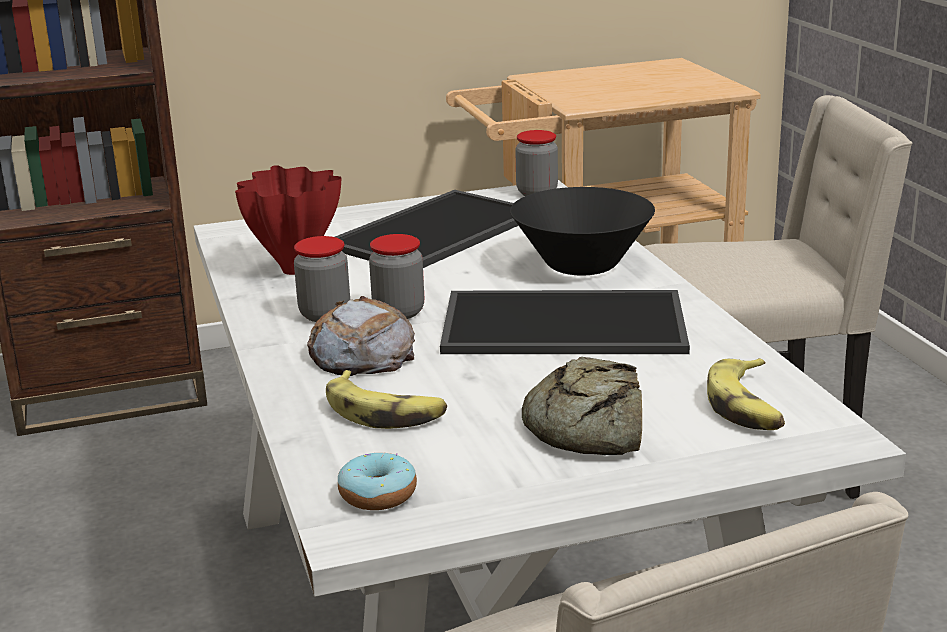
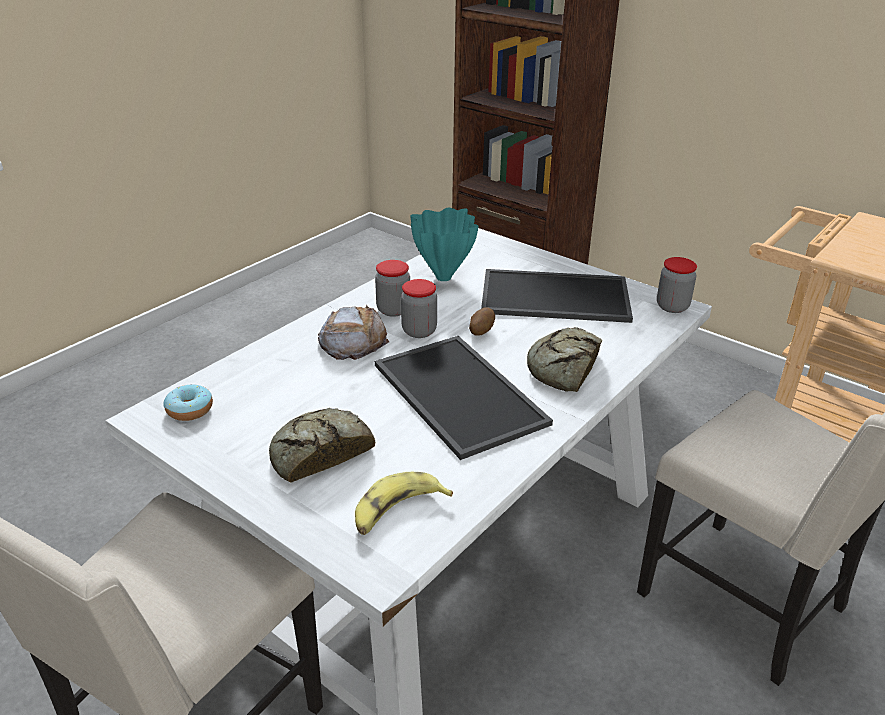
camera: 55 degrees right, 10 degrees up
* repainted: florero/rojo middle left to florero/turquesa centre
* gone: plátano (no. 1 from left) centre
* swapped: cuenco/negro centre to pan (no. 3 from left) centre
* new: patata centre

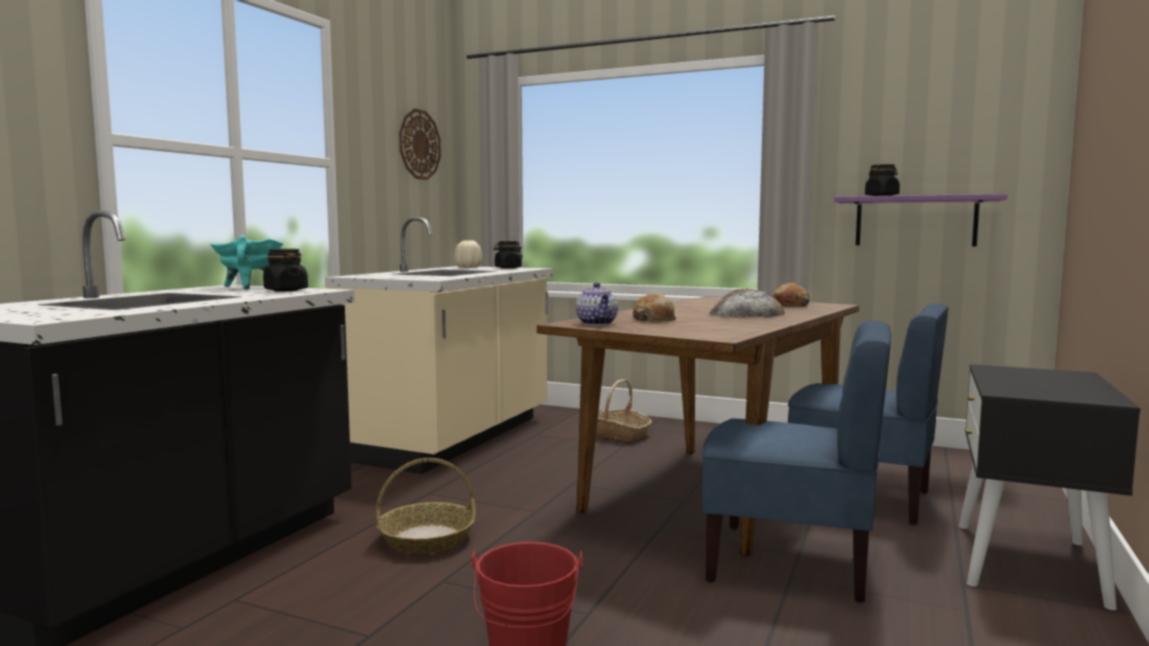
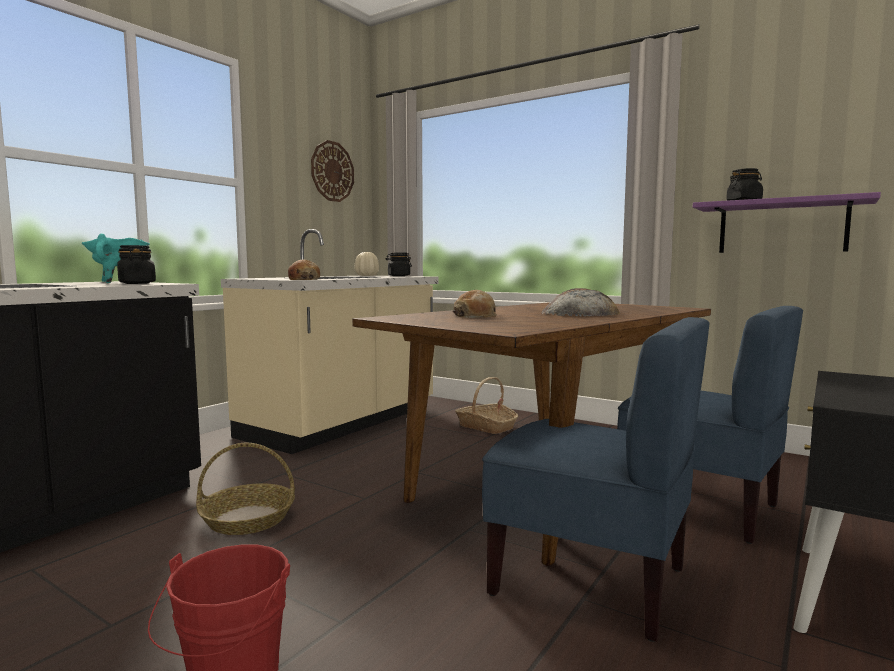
camera: 10 degrees right, 0 degrees up
* gone: tetera centre
* shifted: pan (no. 3 from left in the first image) middle right to pan (no. 1 from left) centre

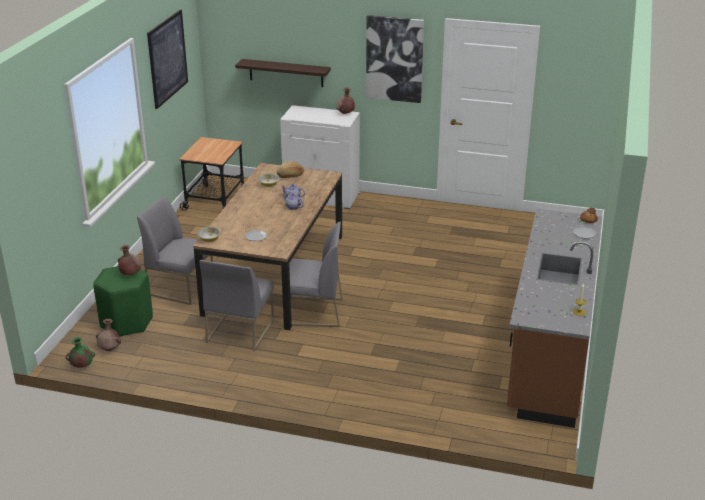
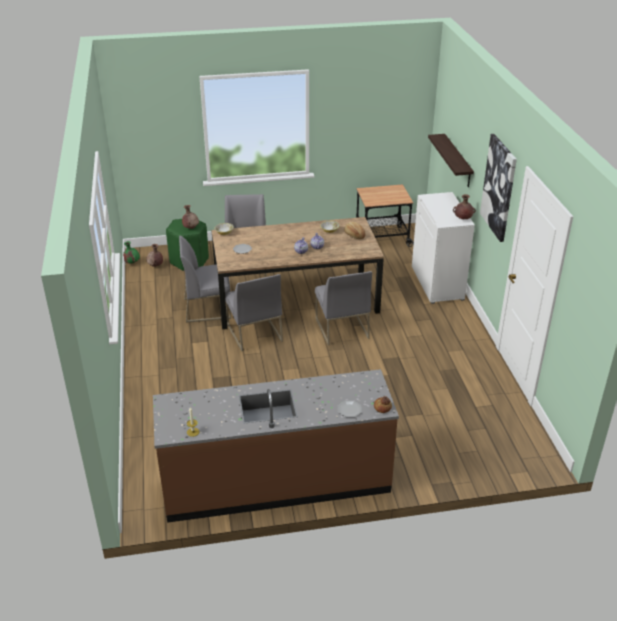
camera: 65 degrees right, 5 degrees up
* gone: cuadro (no. 1 from left) top left
* new: silla/gris (no. 4 from left) centre

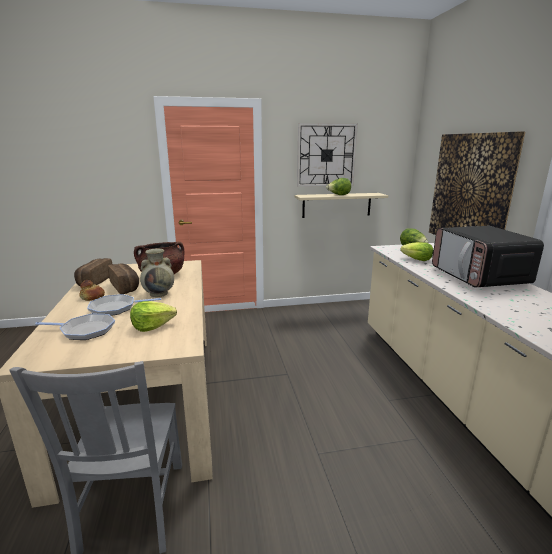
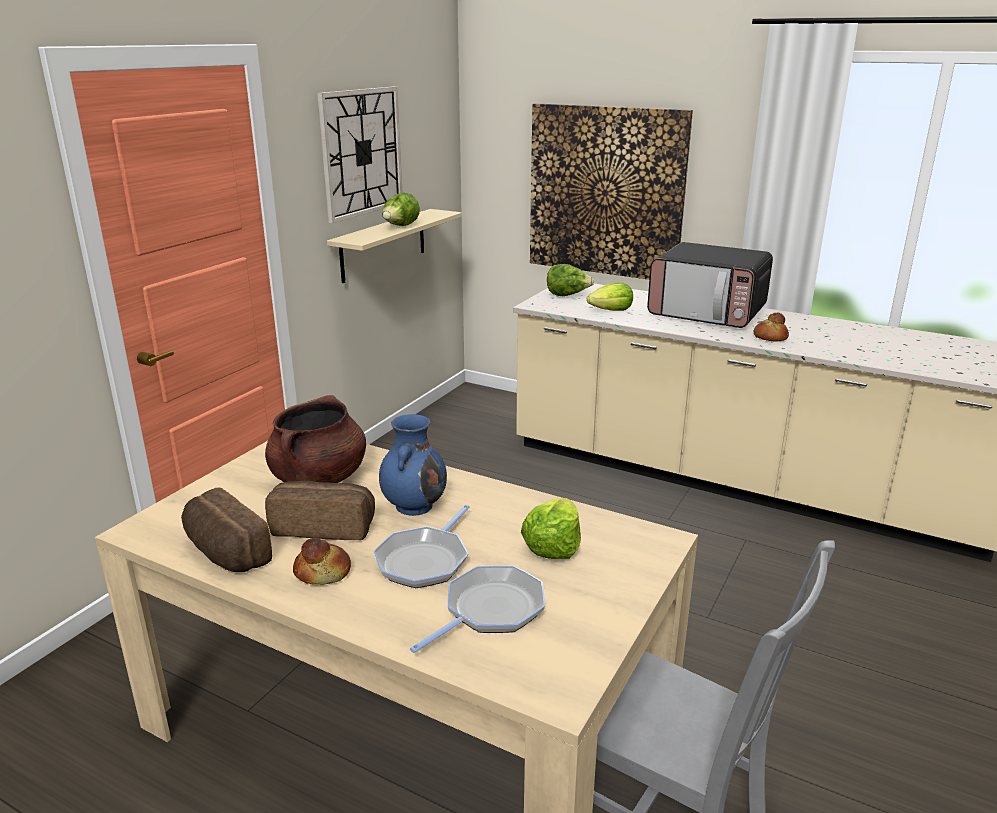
camera: 50 degrees left, 5 degrees up
* repainted: florero/beis middle left to florero/azul centre
* new: pan (no. 4 from left) middle right

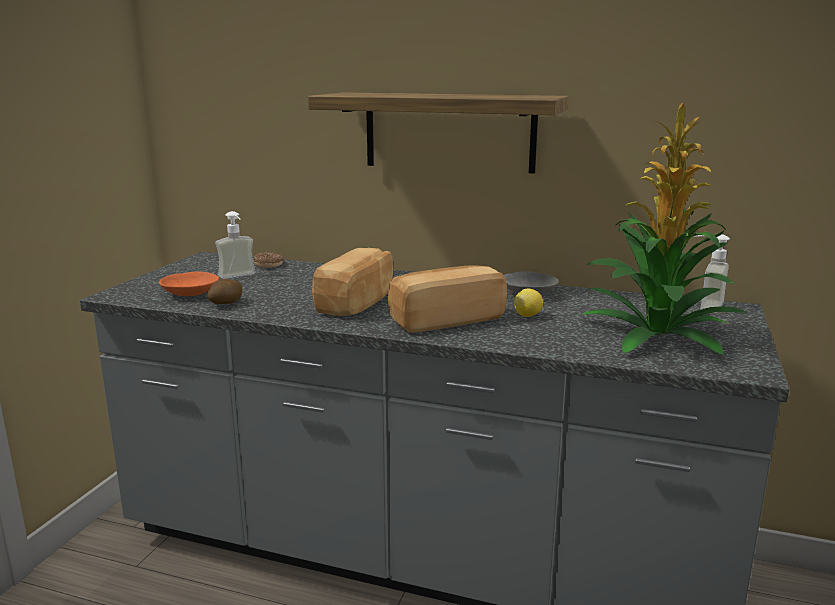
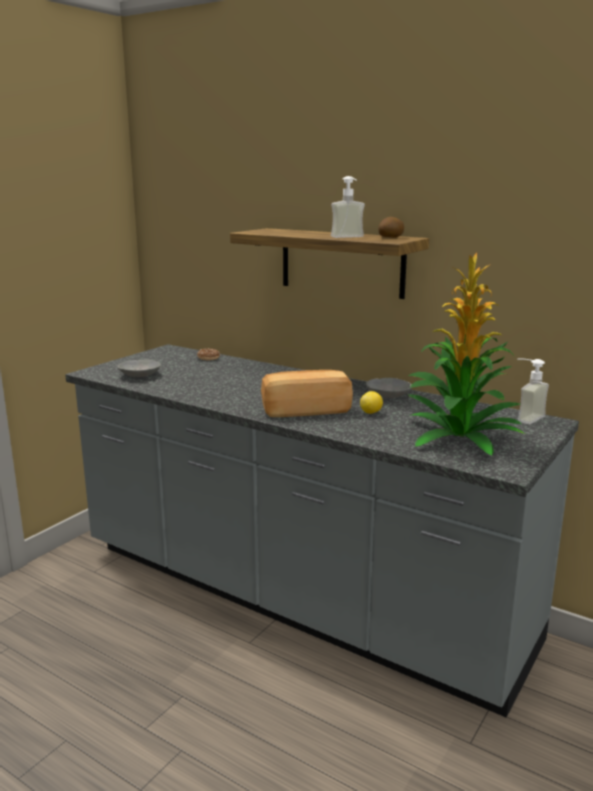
camera: 15 degrees right, 0 degrees up
* repainted: cuenco/naranja middle left to cuenco/gris (no. 1 from left) middle left
* shifted: patata middle left to top centre
* shifted: dispensador de jabón (no. 1 from left) middle left to top centre
* gone: pan (no. 1 from left) centre

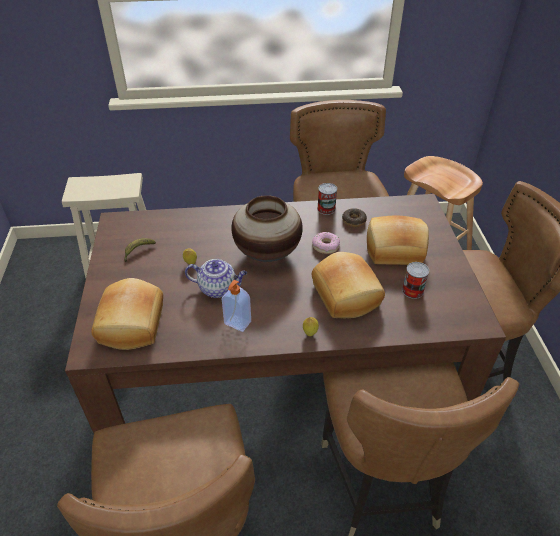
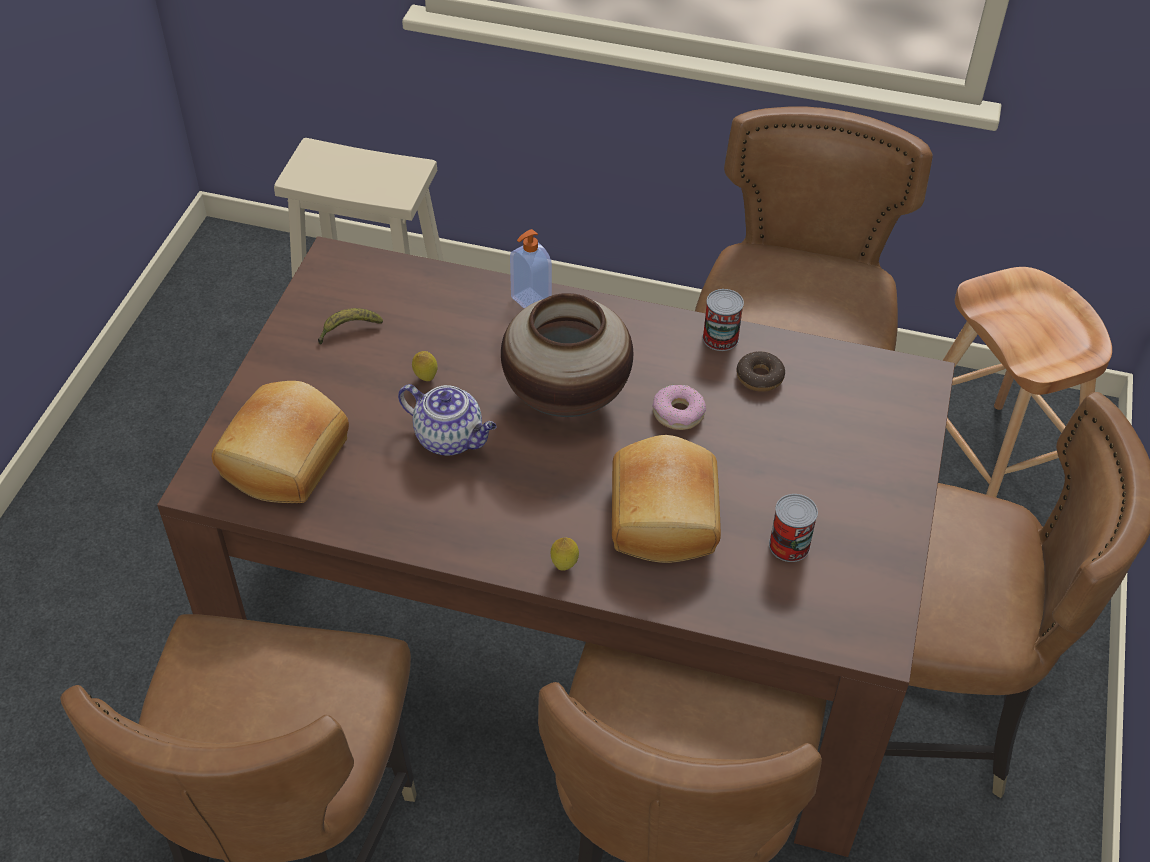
camera: 20 degrees right, 5 degrees up
* shifted: dispensador de jabón centre to top centre
* gone: pan (no. 3 from left) middle right

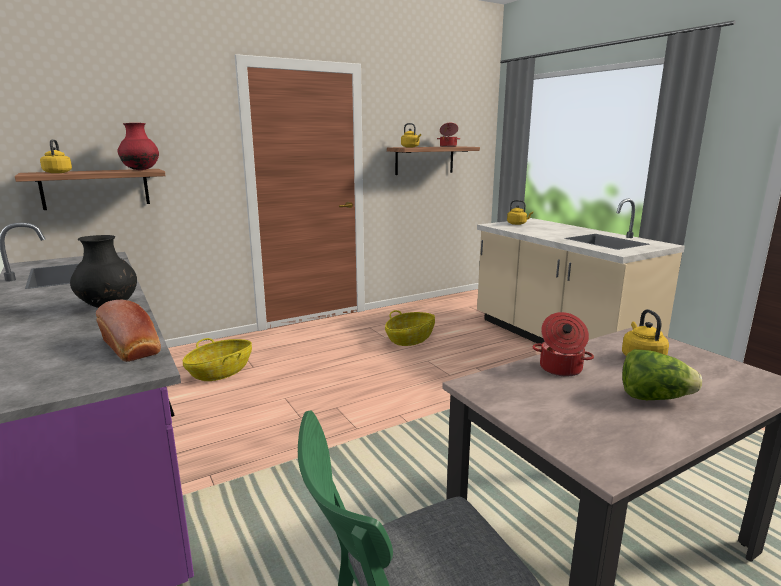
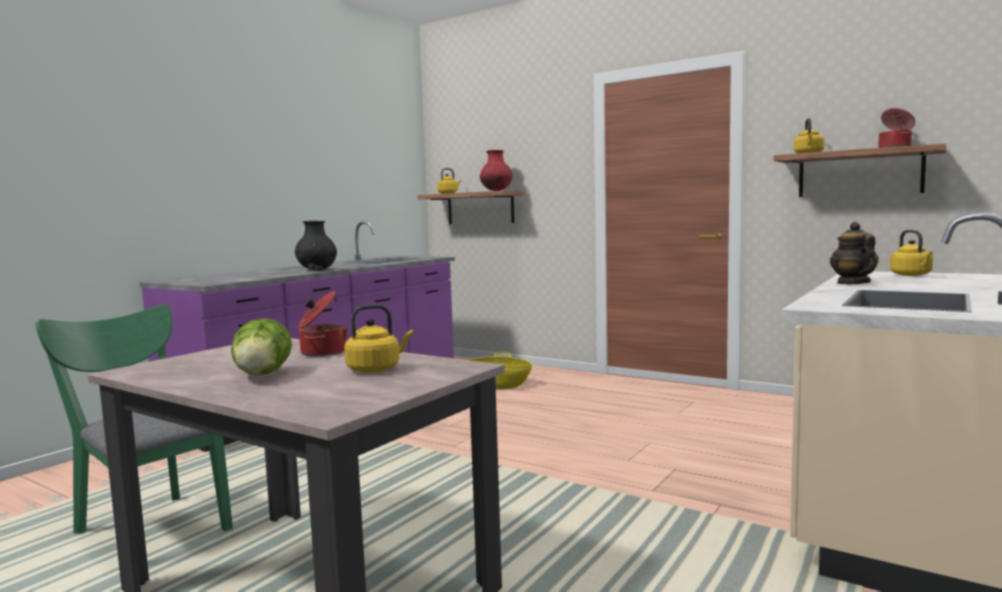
camera: 65 degrees right, 10 degrees down
* gone: pan middle left
* gone: cesta (no. 2 from left) centre
* new: tetera middle right

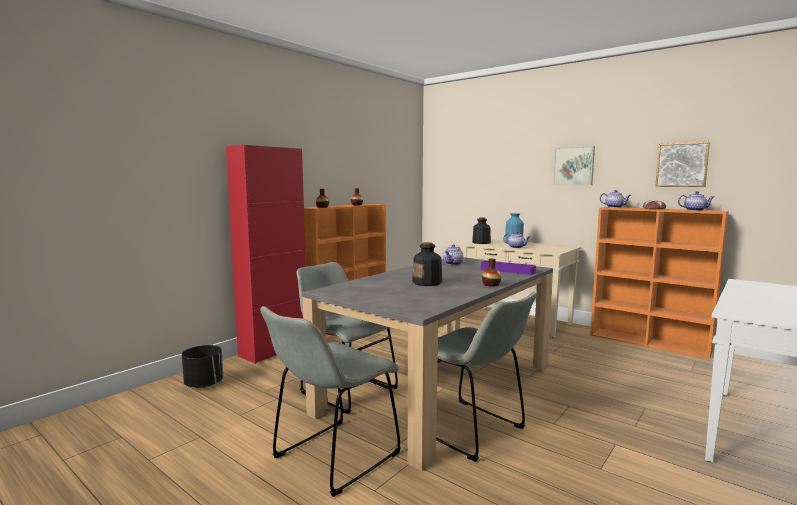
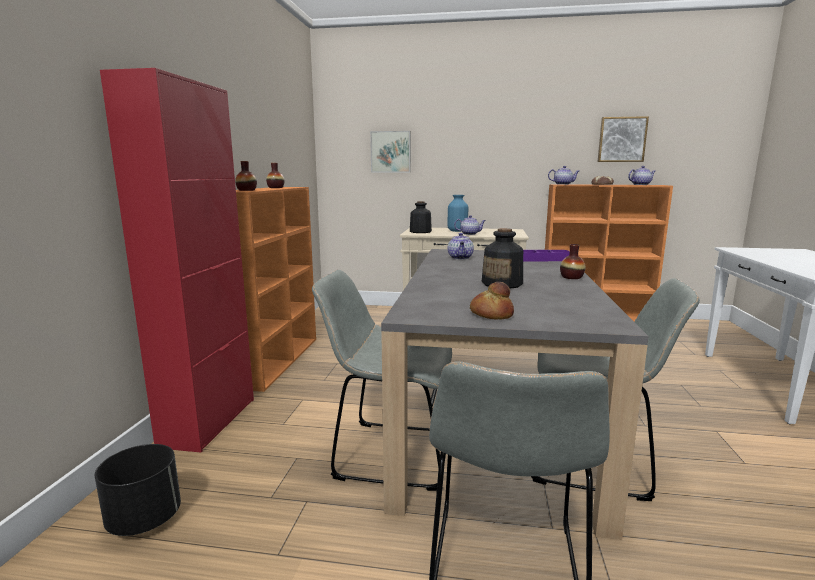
camera: 30 degrees left, 5 degrees up
* shifted: cuadro (no. 1 from left) top right to top centre
* new: pan (no. 1 from left) centre

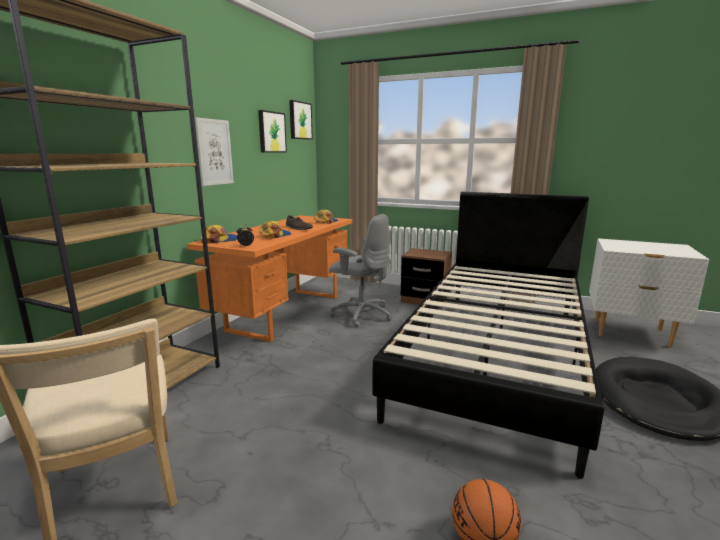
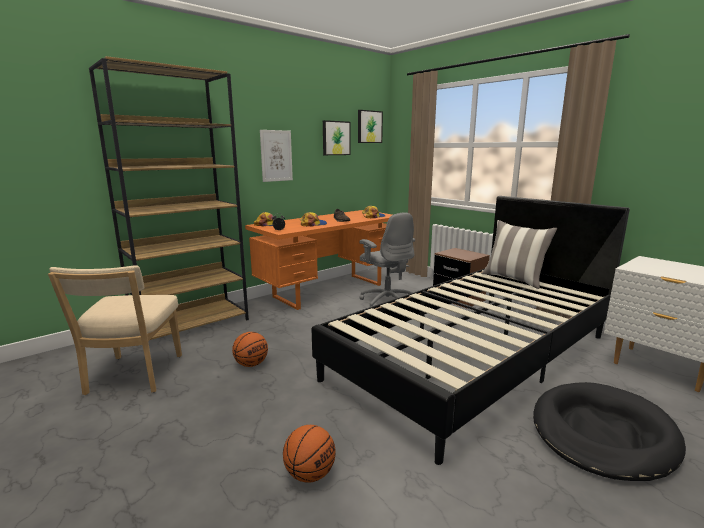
camera: 25 degrees right, 0 degrees up
* new: balón de baloncesto (no. 1 from left) centre
* new: cojín middle right

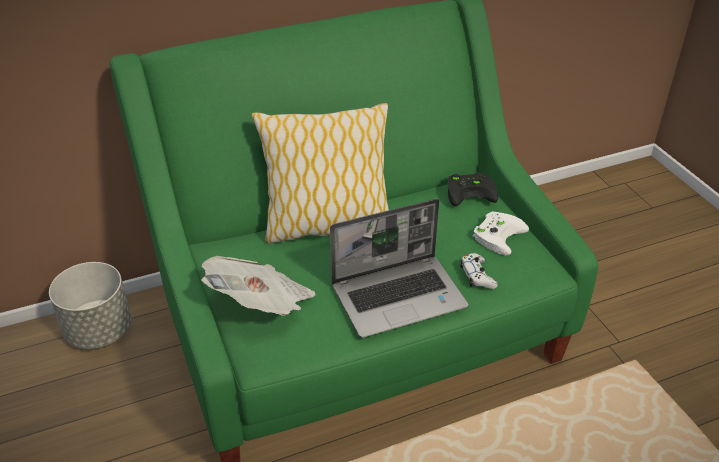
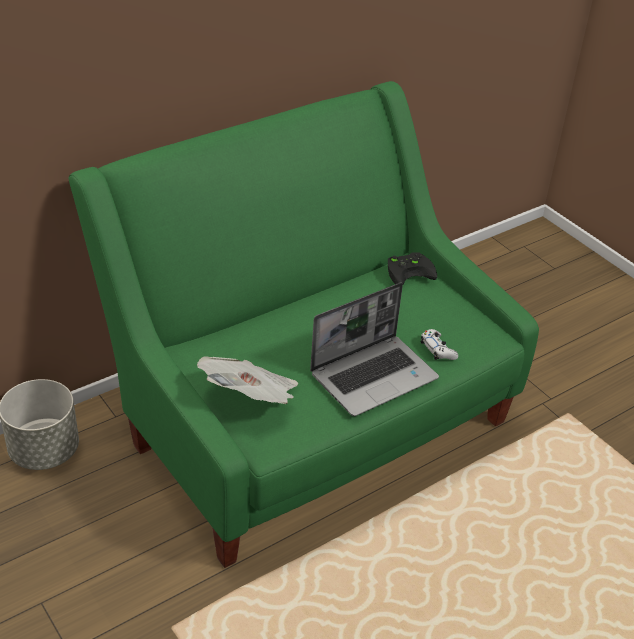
camera: 15 degrees left, 0 degrees up
* gone: cojín centre
* gone: mando de consola/blanco (no. 2 from left) middle right

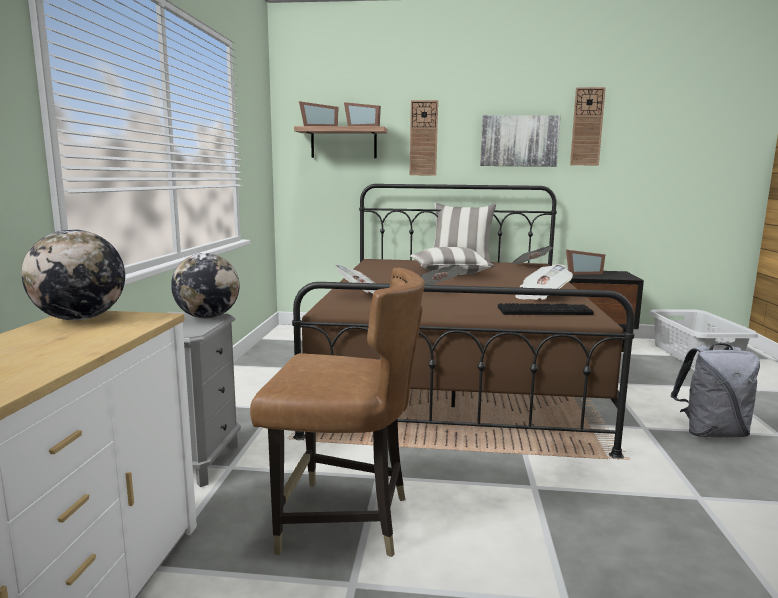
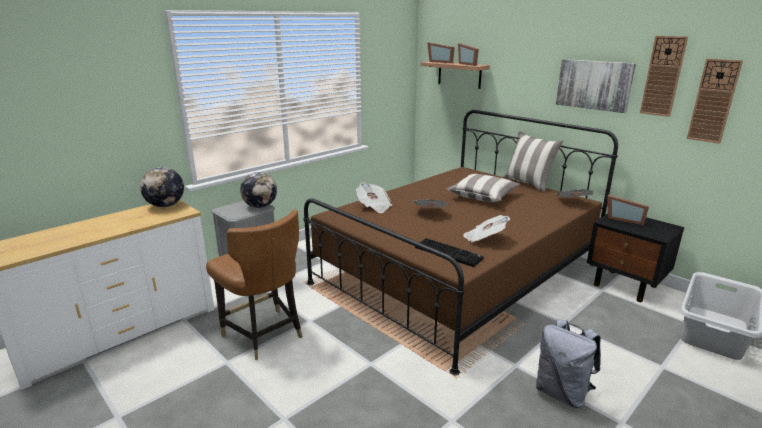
camera: 40 degrees right, 10 degrees up
* shifted: reloj de pared (no. 1 from left in the first image) top centre to reloj de pared (no. 2 from left) top right

